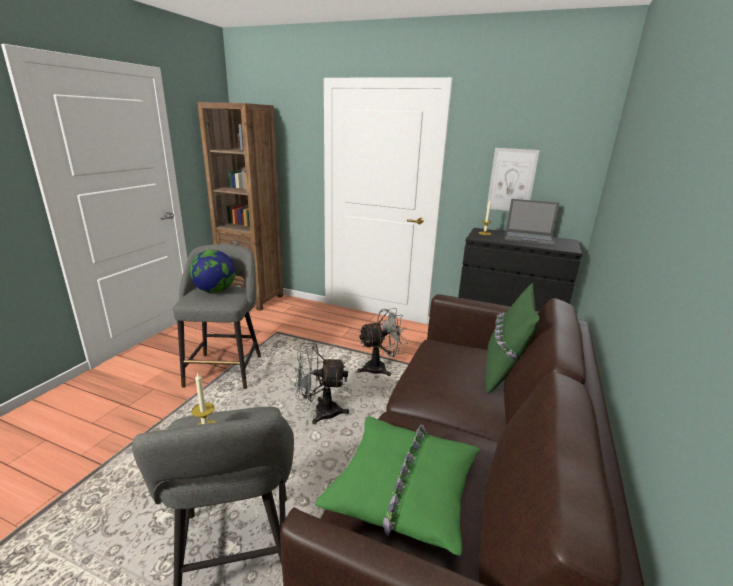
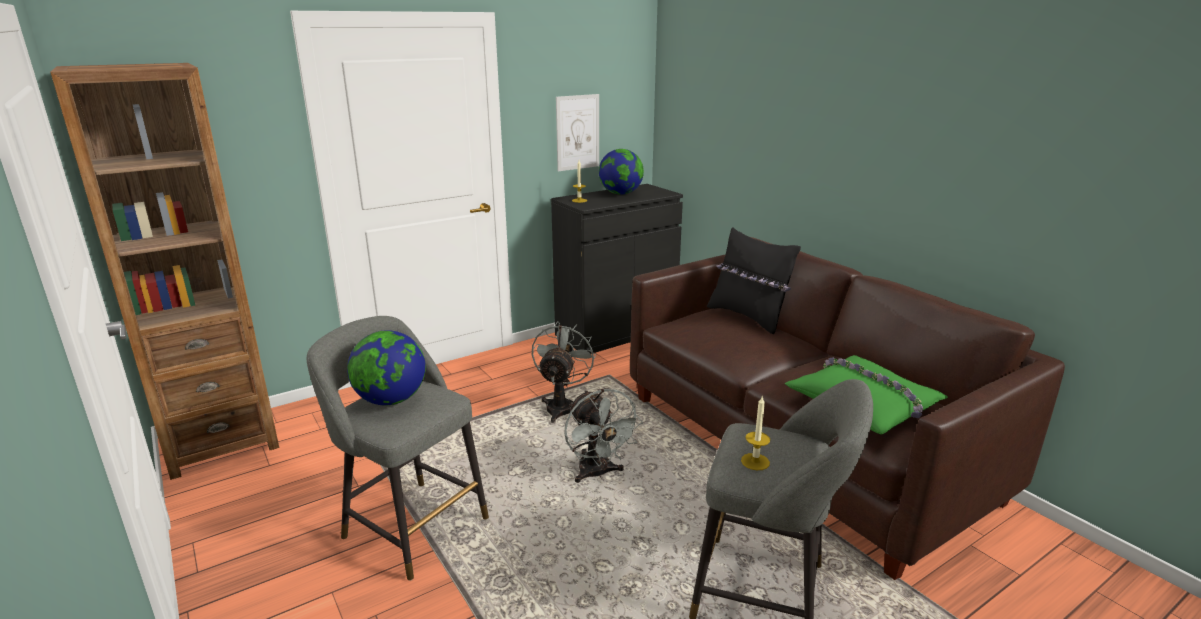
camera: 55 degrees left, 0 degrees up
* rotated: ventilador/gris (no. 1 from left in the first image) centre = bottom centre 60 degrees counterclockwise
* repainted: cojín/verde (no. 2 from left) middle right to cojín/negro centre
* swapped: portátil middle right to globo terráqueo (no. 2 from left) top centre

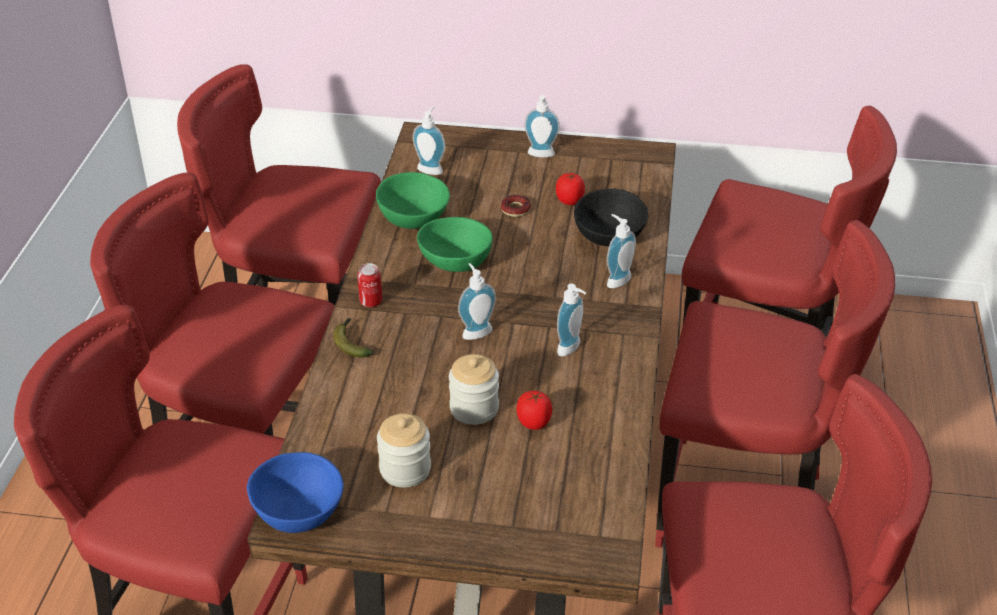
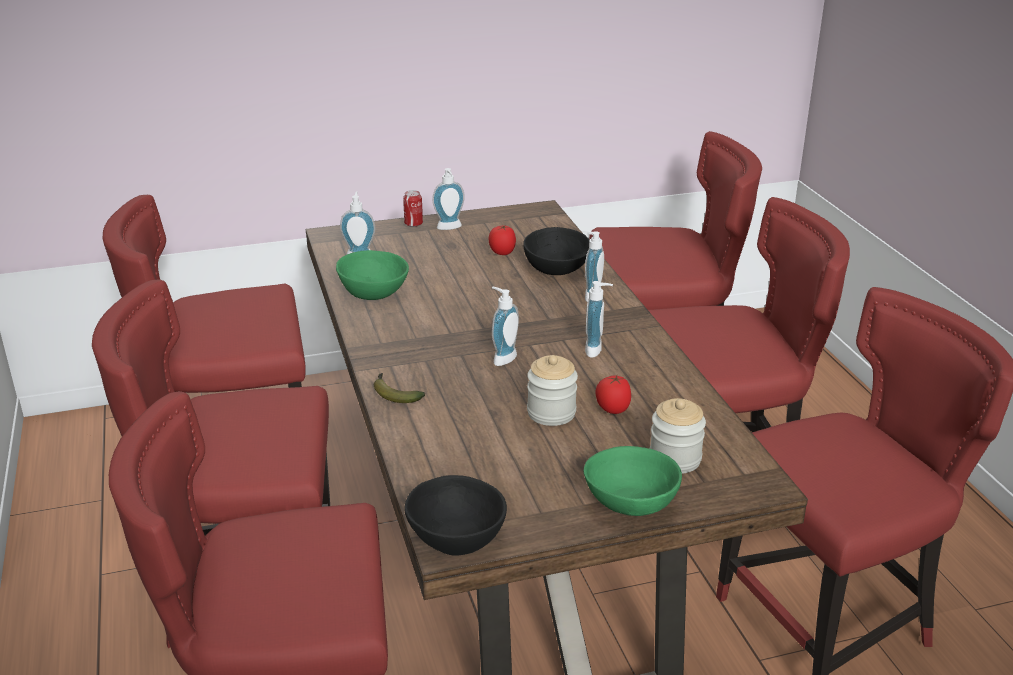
camera: 25 degrees left, 10 degrees down
* repainted: cuenco/azul bottom left to cuenco/negro (no. 1 from left) bottom centre
* shifted: lata centre to top centre
* shifted: tarro (no. 1 from left in the first image) bottom centre to tarro (no. 2 from left) middle right
* shifted: cuenco/verde (no. 2 from left) centre to bottom centre
* gone: rosquilla centre

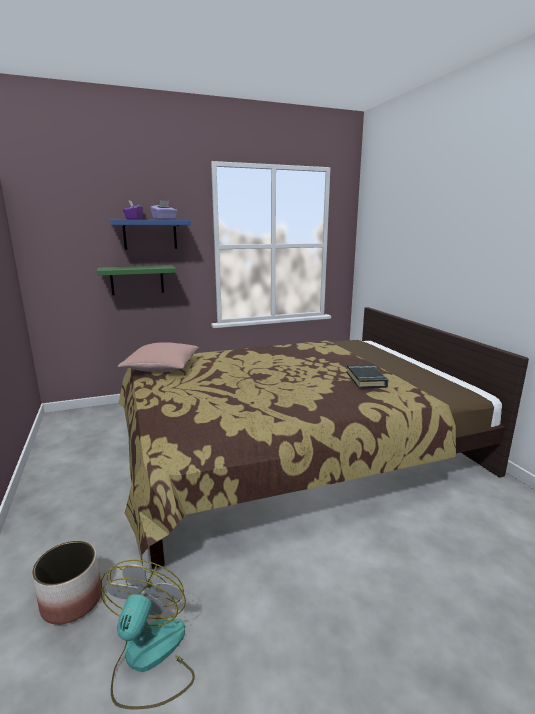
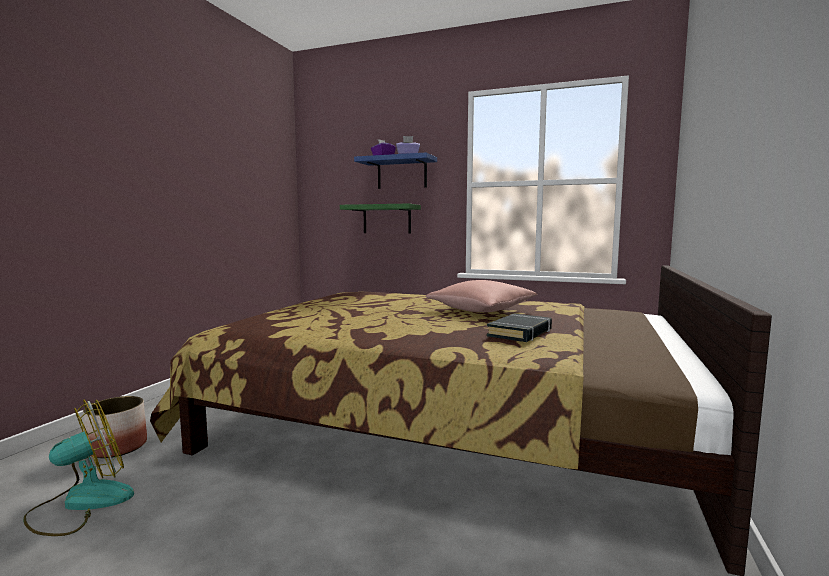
camera: 40 degrees right, 10 degrees down
* shifted: cojín/rosa middle left to centre

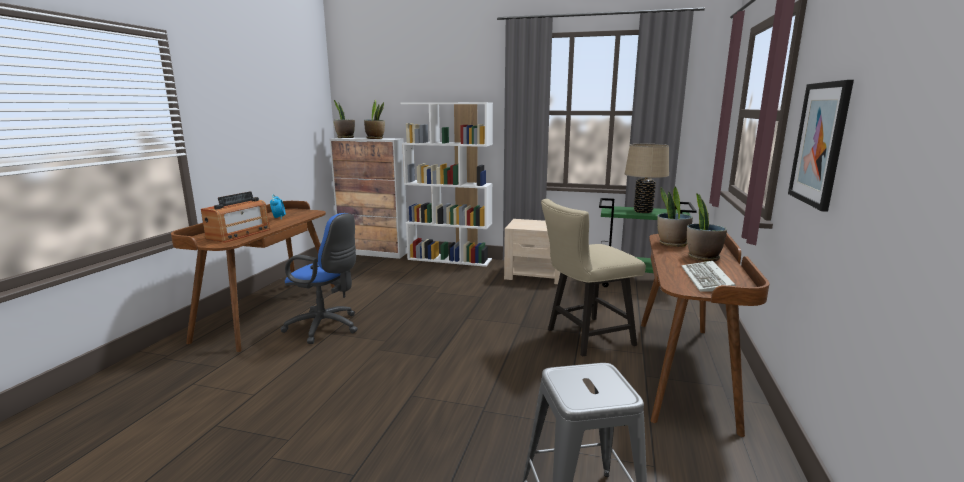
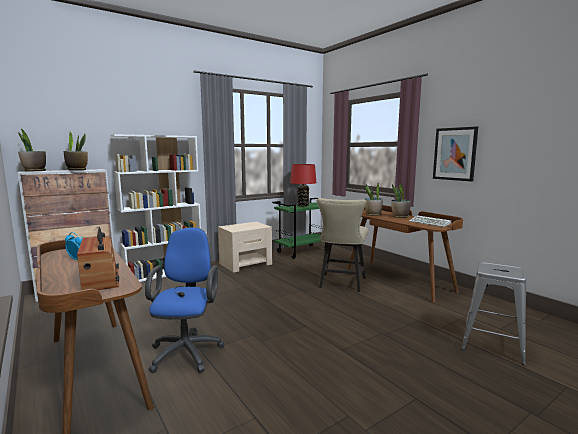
camera: 50 degrees left, 5 degrees down
* rotated: silla de oficina/azul middle left = bottom left 60 degrees counterclockwise
* repainted: lámpara de mesa/beis middle right to lámpara de mesa/rojo centre

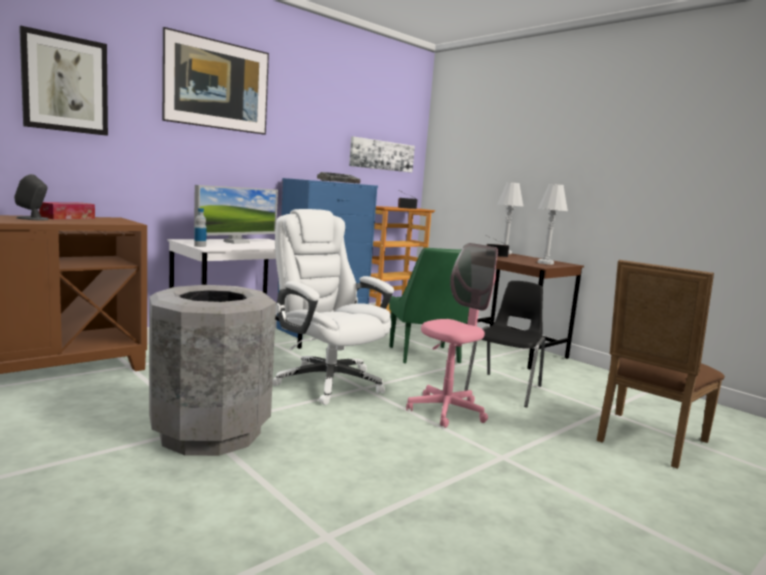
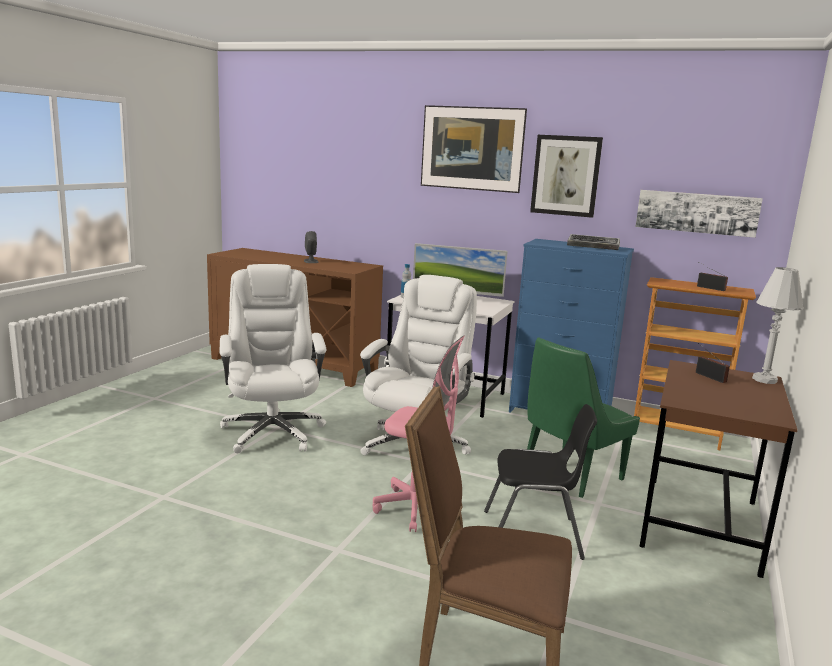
camera: 65 degrees right, 5 degrees up
* shifted: cuadro (no. 1 from left in the first image) top left to cuadro (no. 2 from left) top right
* gone: caja de pañuelos middle left
* swapped: papelera/gris middle left to silla de oficina/blanco (no. 1 from left) middle left
* gone: lámpara de mesa/blanco (no. 2 from left) middle right

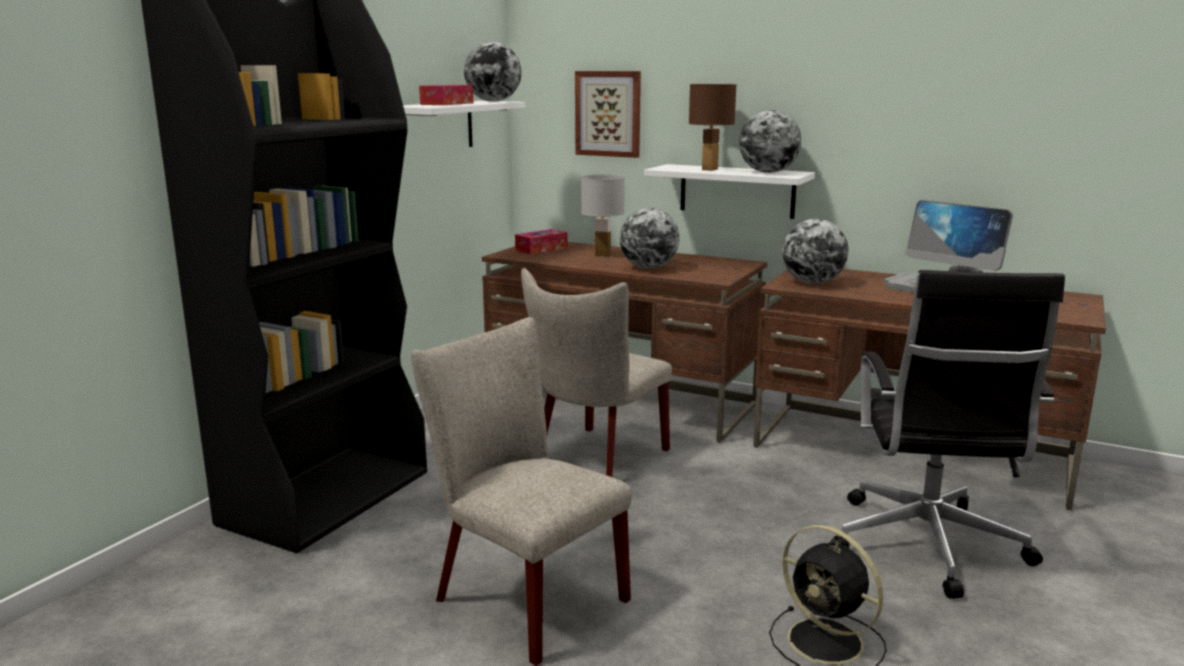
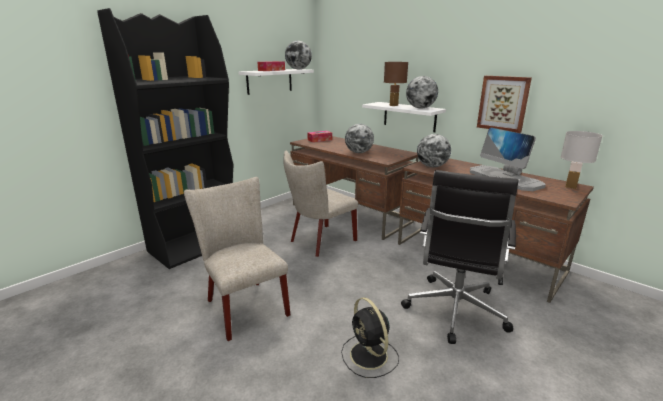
camera: 15 degrees right, 5 degrees up
* shifted: cuadro top centre to top right
* shifted: lámpara de mesa/blanco top centre to middle right

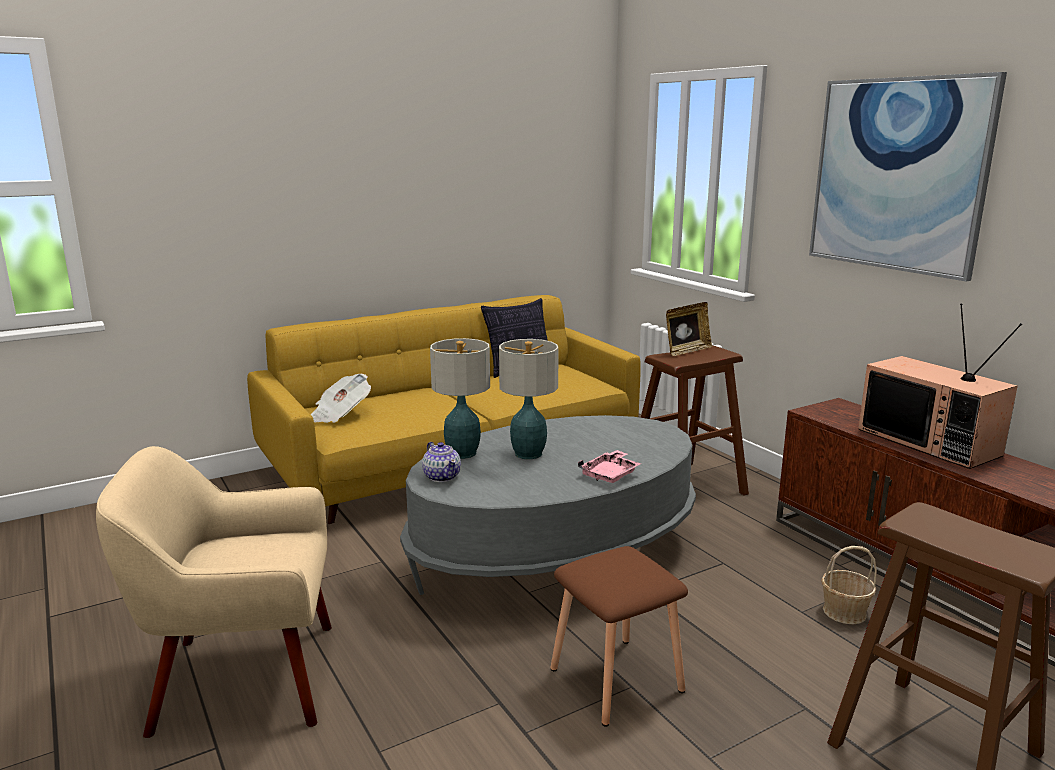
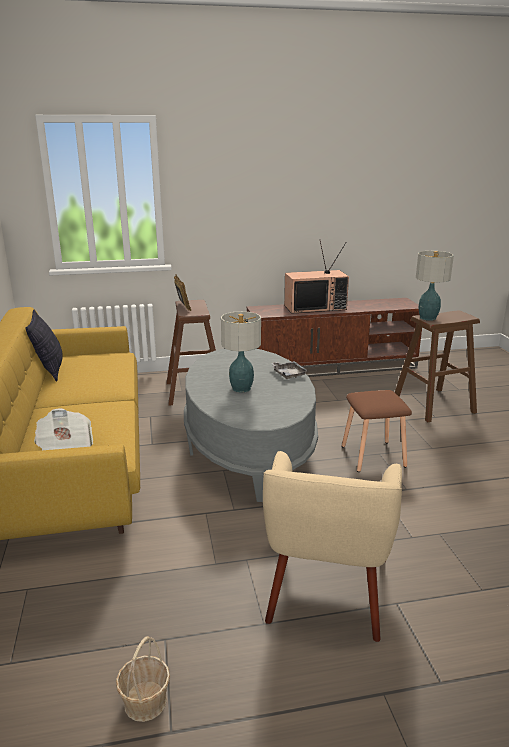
camera: 70 degrees left, 5 degrees up
* gone: tetera centre
* shifted: lámpara de mesa (no. 1 from left in the first image) centre to lámpara de mesa (no. 2 from left) middle right
* repainted: bandeja/rosa centre to bandeja/gris centre
* gone: cuadro top right
* shifted: cesta bottom right to bottom left

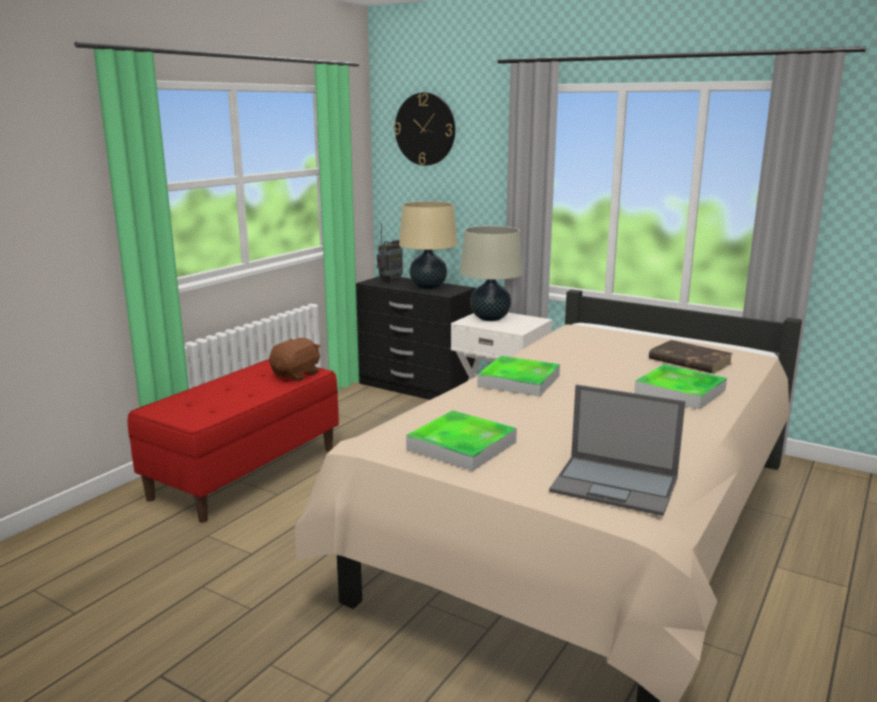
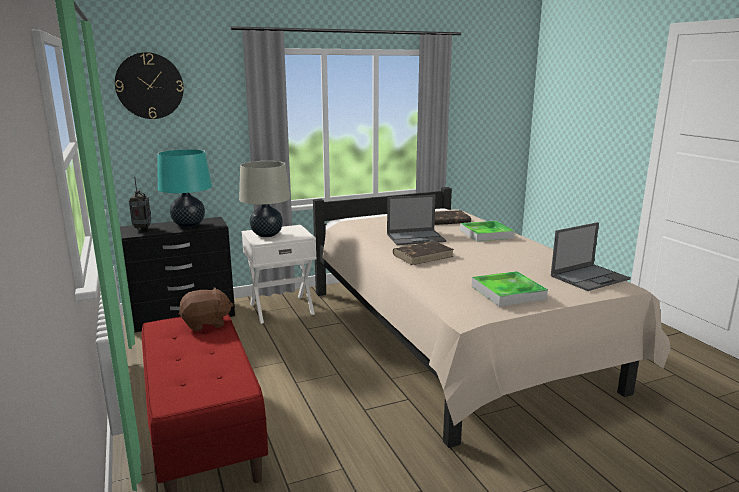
camera: 55 degrees left, 0 degrees up
* rotated: peluche/marrón centre = middle left 90 degrees clockwise
* repainted: lámpara de mesa/beis (no. 1 from left) centre to lámpara de mesa/turquesa middle left
* swapped: bandeja (no. 2 from left) centre to libro/marrón (no. 1 from left) centre
* new: portátil (no. 1 from left) centre

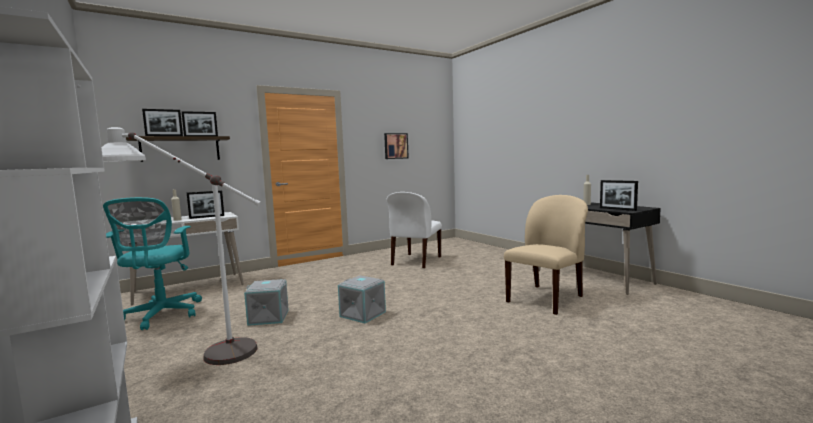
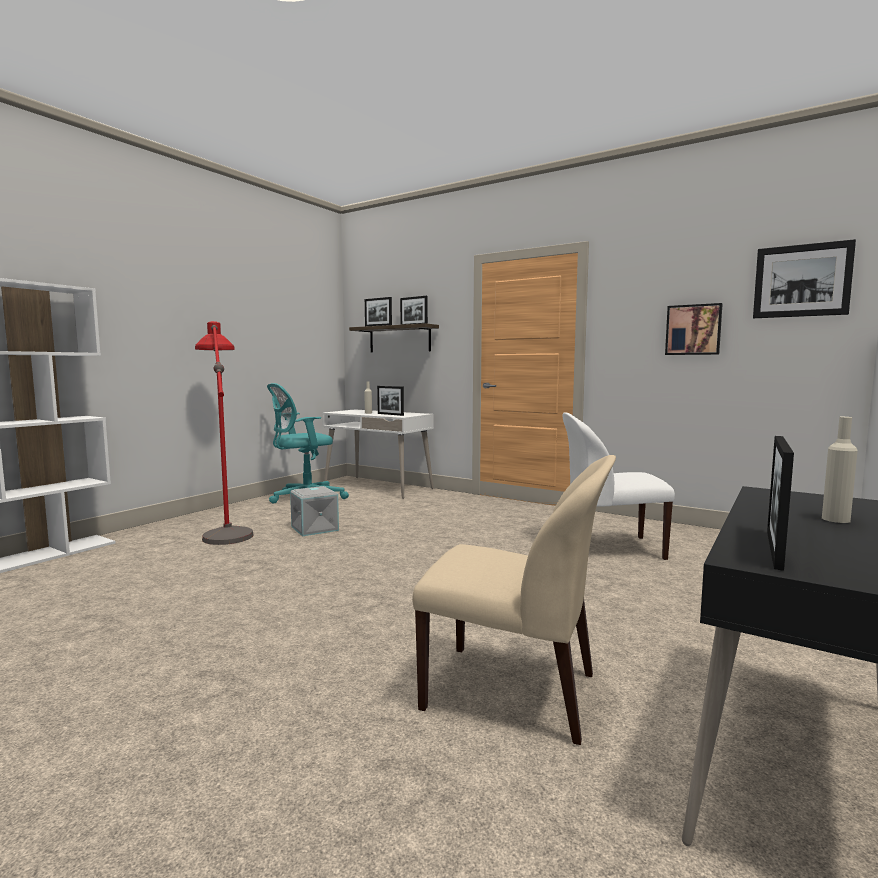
camera: 65 degrees right, 0 degrees up
* repainted: lámpara de pie/blanco middle left to lámpara de pie/rojo middle left
* gone: caja de almacenaje/gris (no. 2 from left) bottom centre
* new: cuadro (no. 2 from left) top right

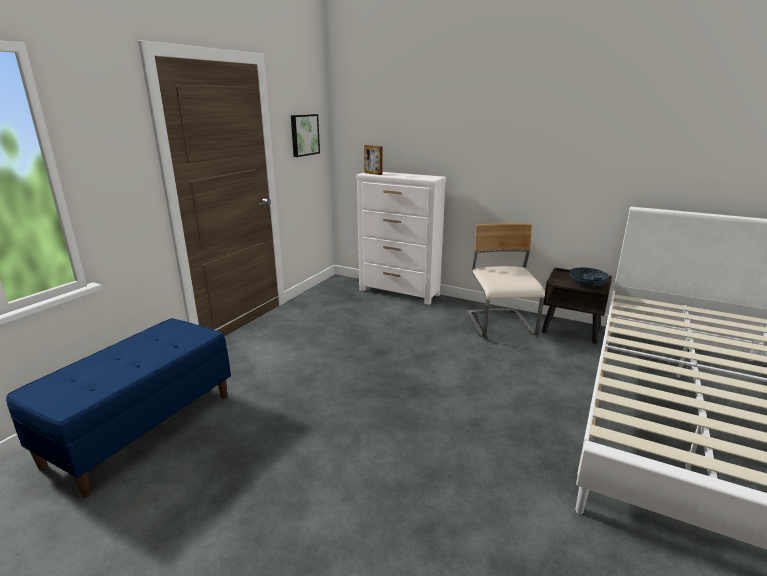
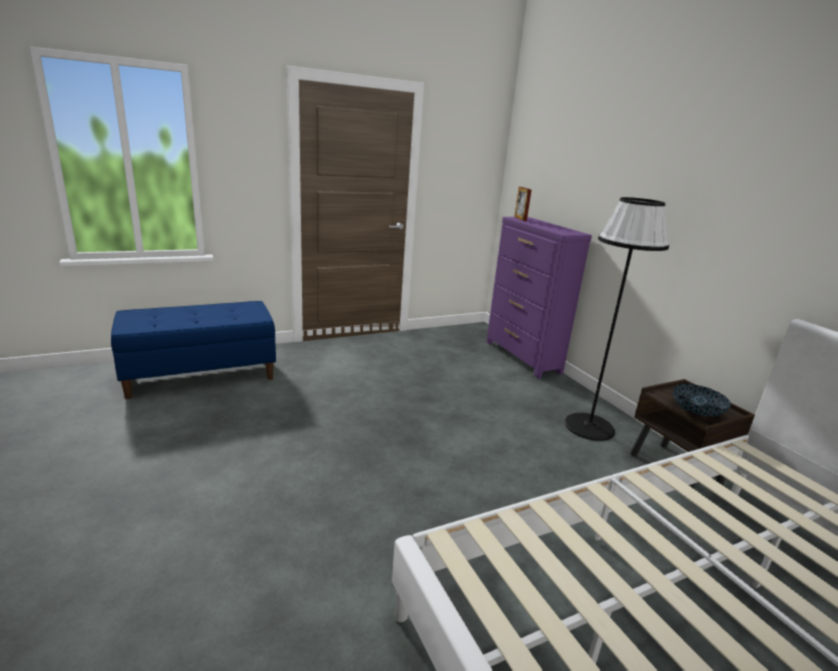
camera: 35 degrees right, 0 degrees up
* gone: cuadro top centre
* repainted: cómoda/blanco centre to cómoda/morado centre
* swapped: silla/beis centre to lámpara de pie/negro middle right

